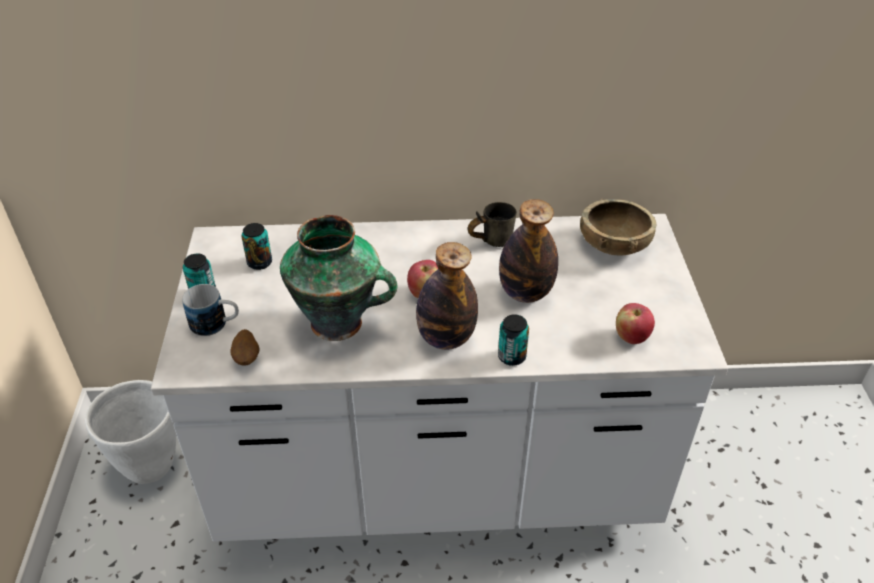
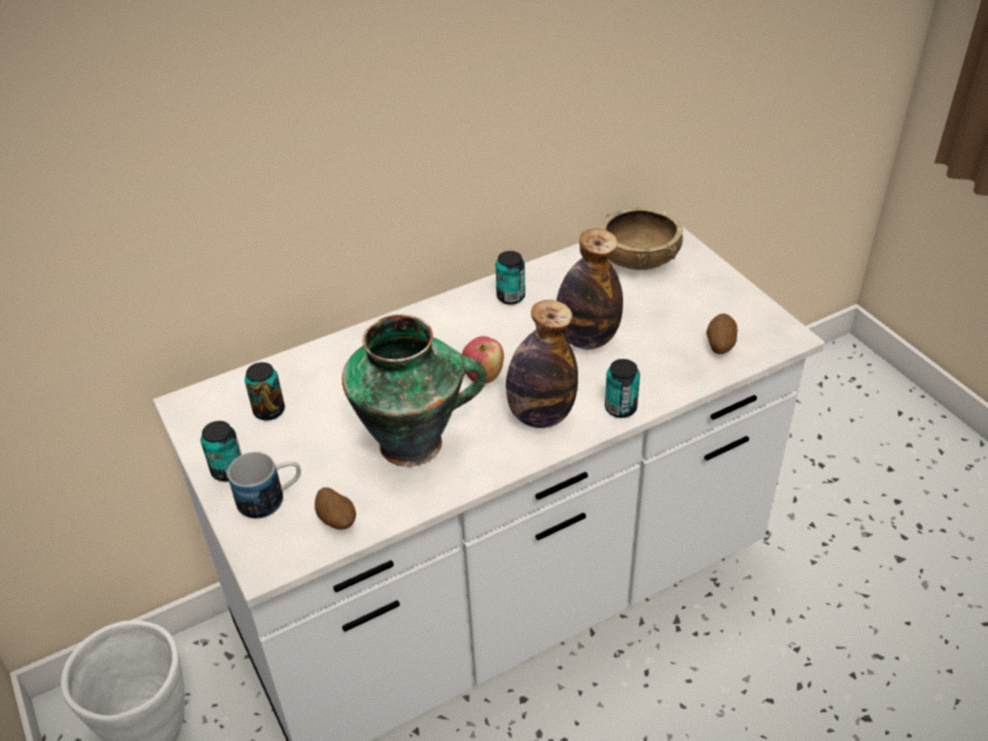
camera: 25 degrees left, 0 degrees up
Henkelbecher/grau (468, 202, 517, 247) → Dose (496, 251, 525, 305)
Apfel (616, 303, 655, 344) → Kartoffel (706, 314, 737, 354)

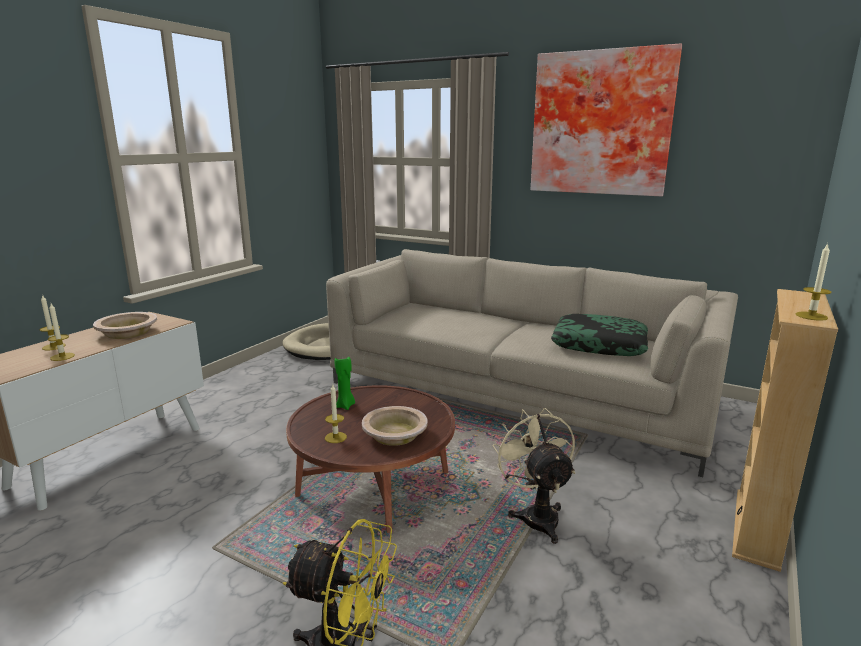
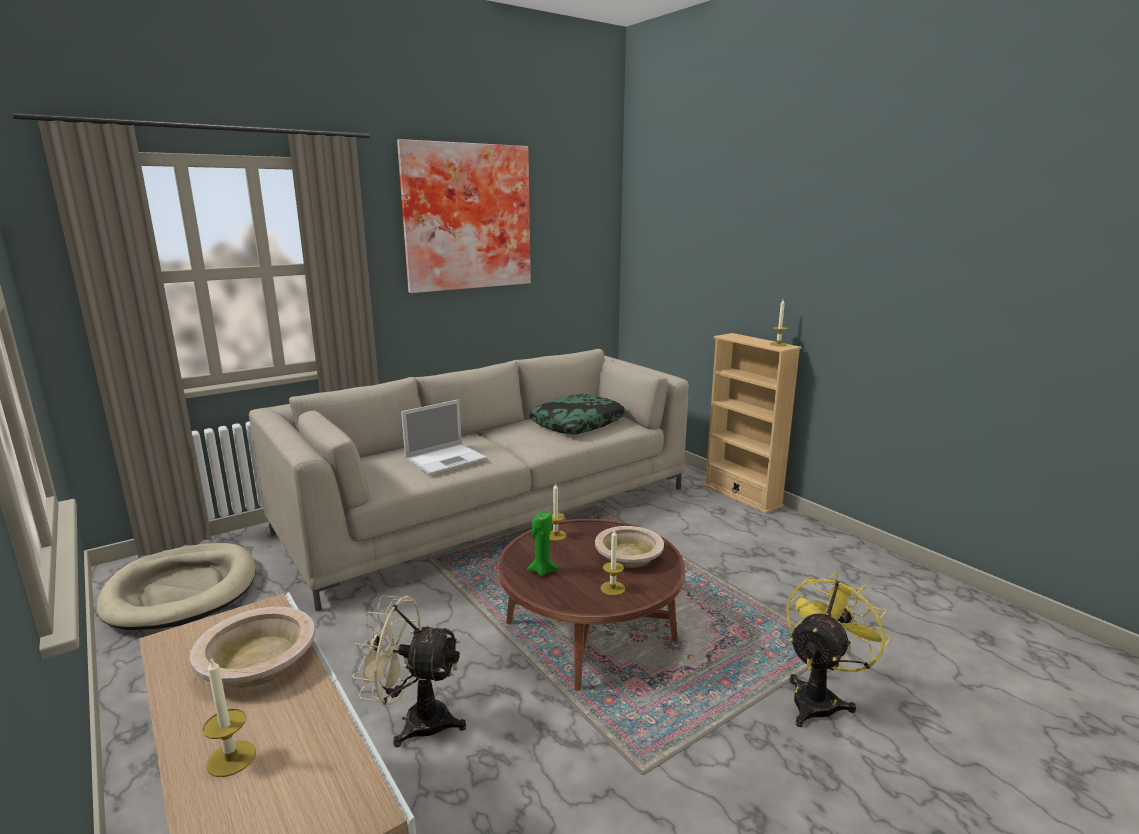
camera: 65 degrees left, 0 degrees up
- → Laptop (401, 399, 487, 475)
Kerze (48, 303, 75, 361) → Kerze (549, 482, 567, 541), move
Ventilator/beige (493, 408, 575, 544) → Ventilator/beige (352, 595, 466, 747), move

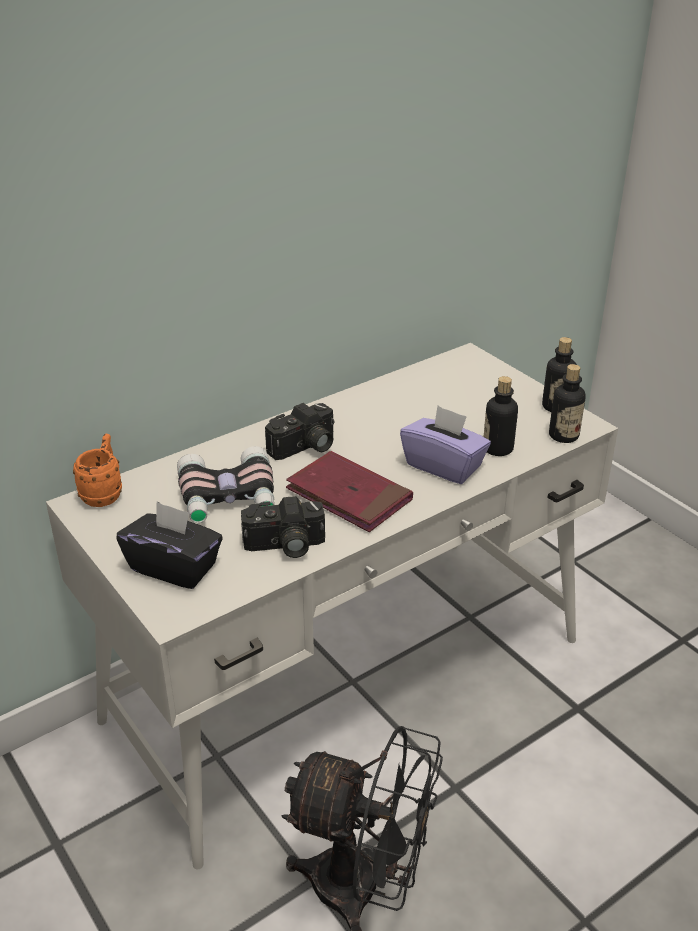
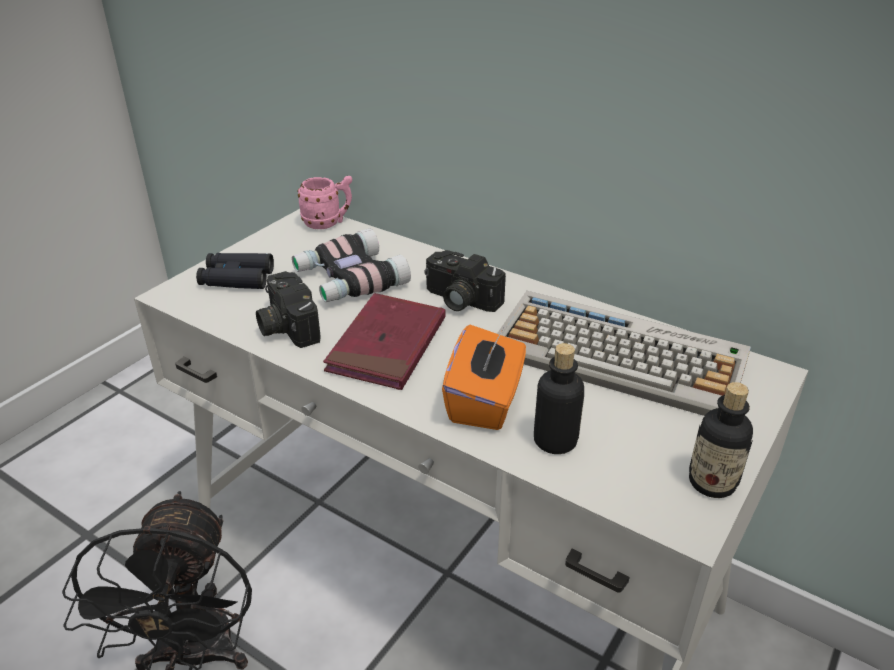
camera: 70 degrees right, 0 degrees up
Flasche (549, 364, 585, 443) → -
- → Tastatur (497, 291, 751, 416)
Taschentuchbox/schwarz (116, 501, 223, 589) → Fernglas/schwarz (196, 253, 274, 289)
Henkelbecher/orange (73, 434, 122, 507) → Henkelbecher/rosa (297, 176, 352, 229)
Taschentuchbox/lila (400, 406, 491, 484) → Taschentuchbox/orange (442, 325, 526, 430)

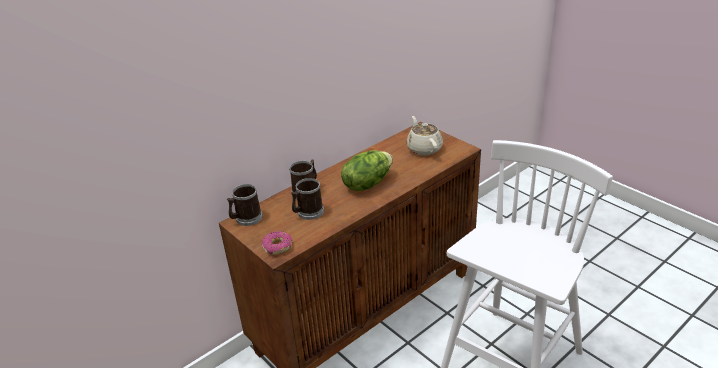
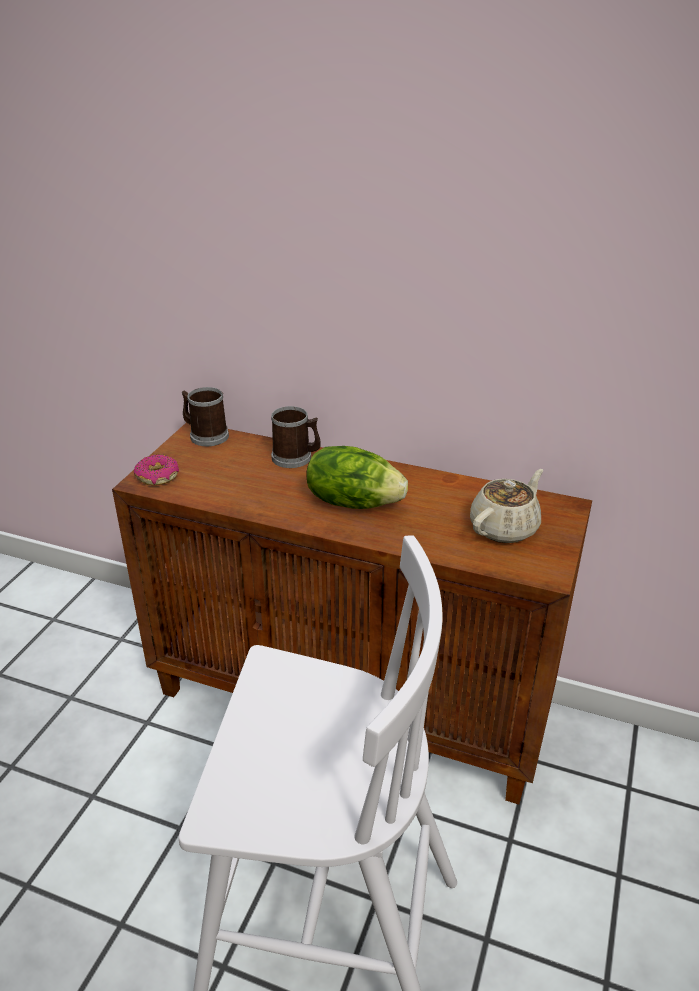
camera: 60 degrees right, 0 degrees up
Henkelbecher (291, 178, 324, 220) → -

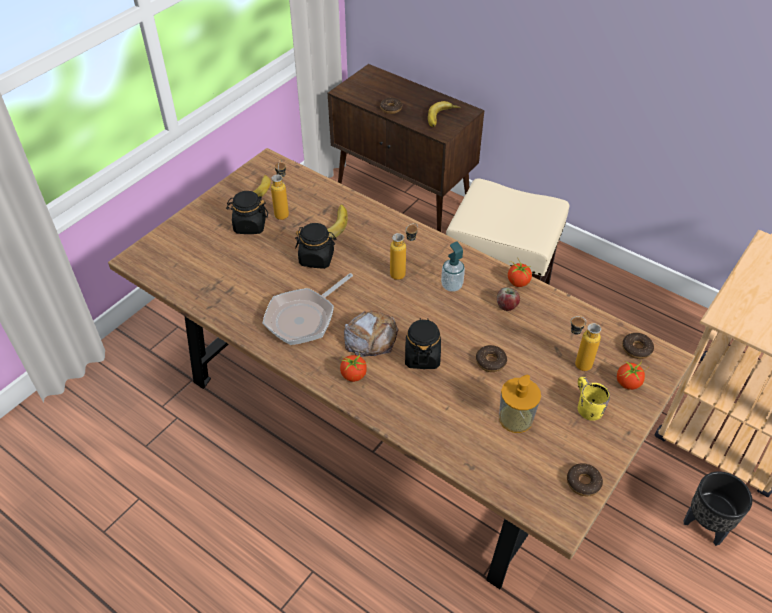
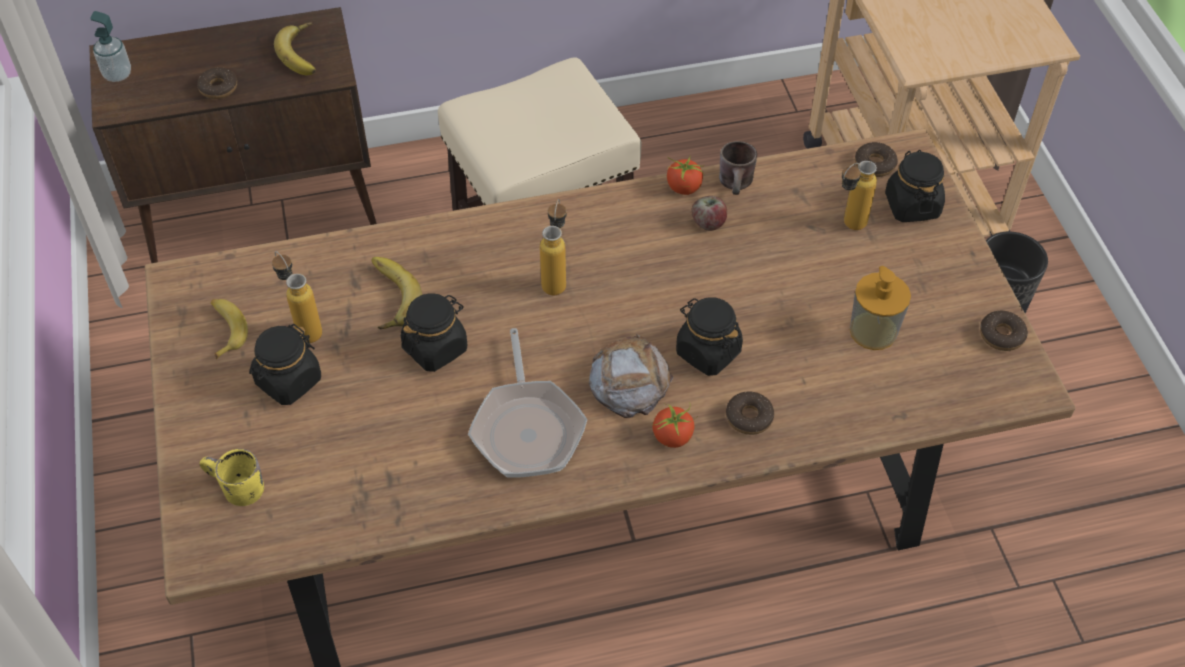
camera: 50 degrees left, 5 degrees up
- → Henkelbecher/braun (719, 141, 757, 195)
Seifenspender (441, 242, 465, 292) → Seifenspender (91, 11, 131, 82), move
Donut (476, 345, 507, 372) → Donut (726, 391, 774, 435), move
Henkelbecher/gelb (578, 377, 610, 421) → Henkelbecher/gelb (199, 449, 264, 506), move
Tomate (617, 359, 645, 390) → Vorratsglas/schwarz (885, 150, 945, 222)

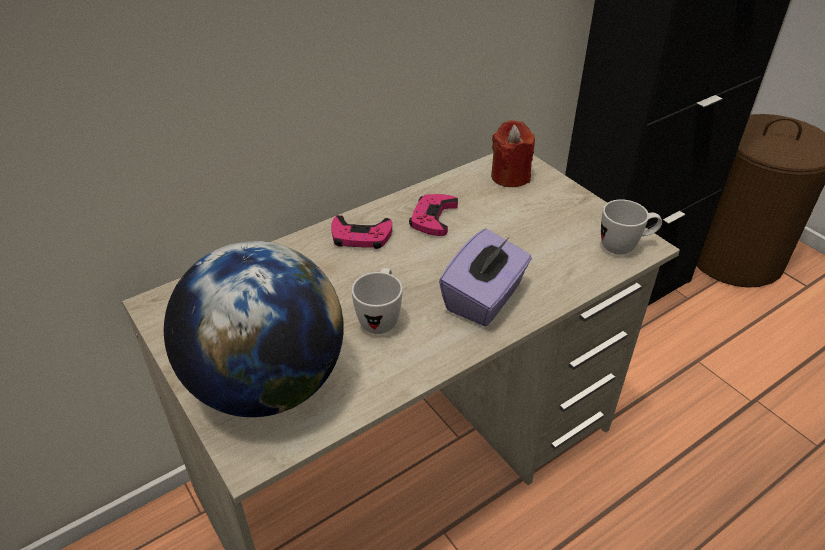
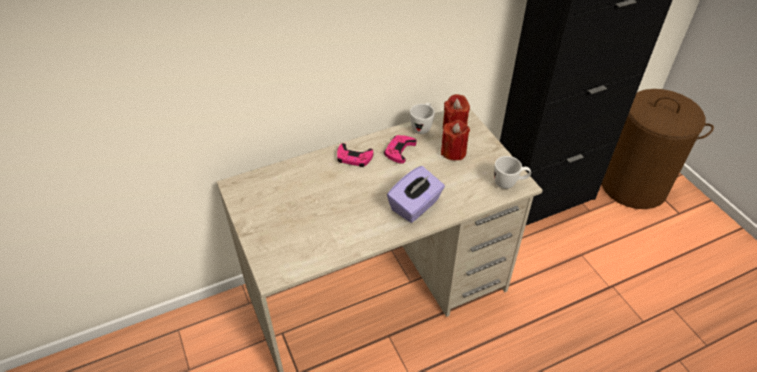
camera: 10 degrees right, 5 degrees up
Globus (164, 241, 344, 417) → -
- → Kerze/rot (441, 120, 470, 161)
Henkelbecher/weiß (351, 268, 403, 334) → Henkelbecher/weiß (410, 103, 435, 134), move

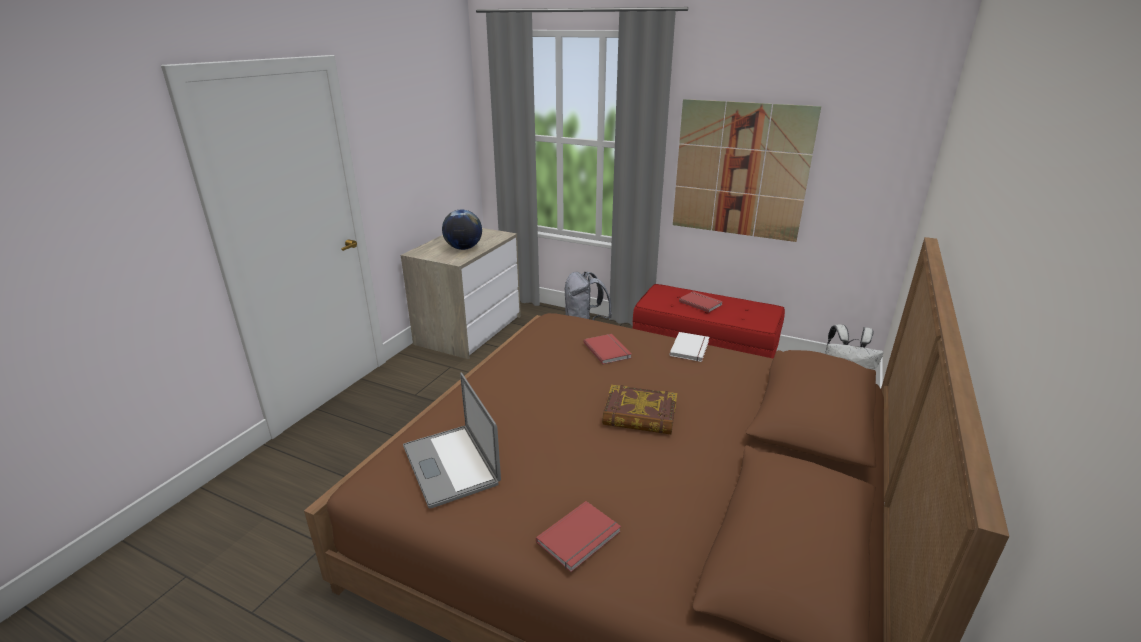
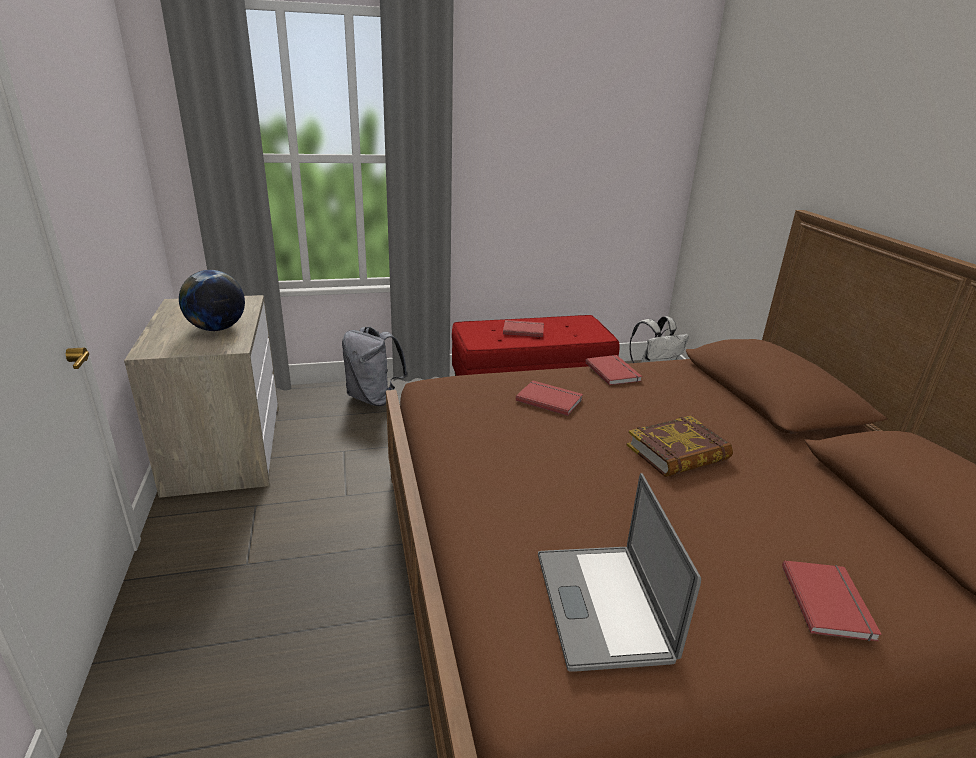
camera: 40 degrees left, 0 degrees up
Bild (673, 99, 821, 242) → -
Buch/weiß (669, 332, 709, 362) → Buch/rot (585, 355, 642, 385)
Laptop (403, 373, 501, 508) → Laptop (538, 473, 701, 672), 60 degrees clockwise

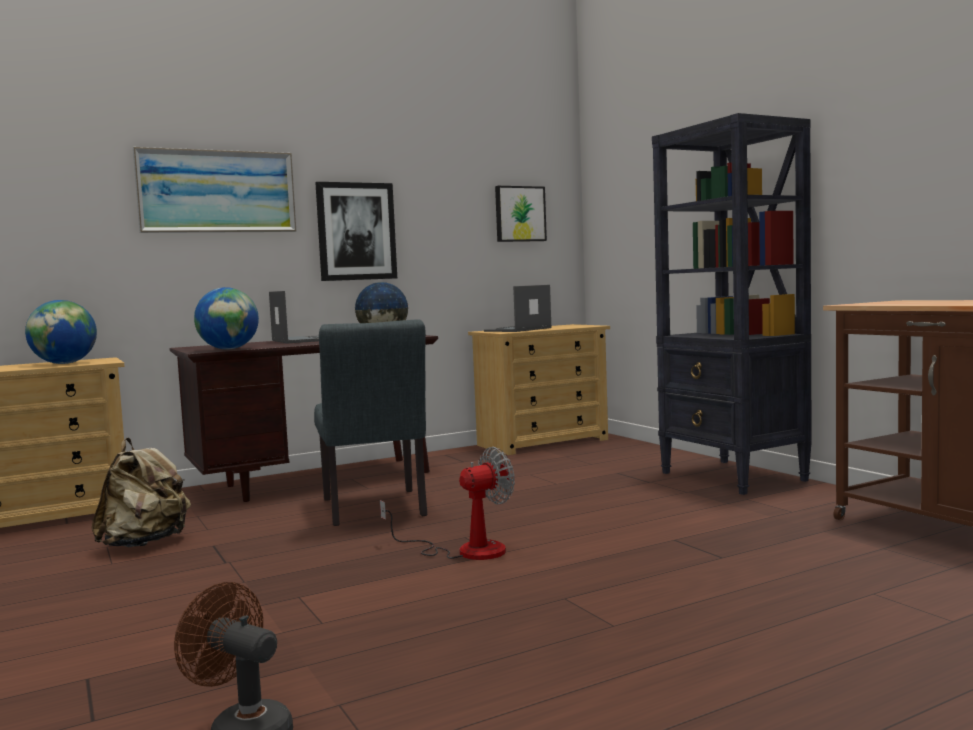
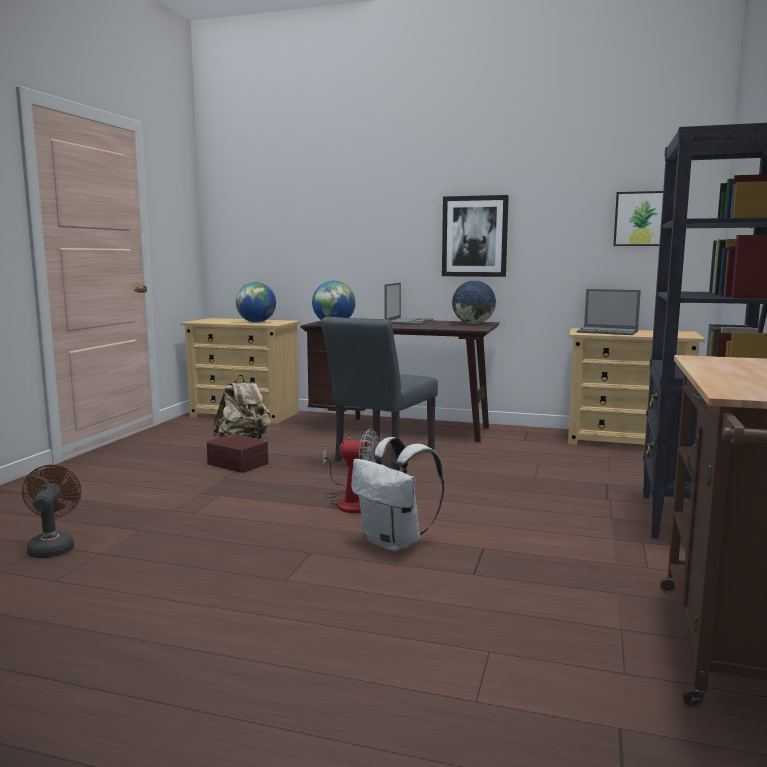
camera: 45 degrees right, 5 degrees up
Bild (133, 147, 297, 233) → -
- → Aufbewahrungsbox/braun (207, 434, 268, 473)
- → Rucksack/weiß (351, 437, 444, 552)
Laptop (484, 285, 552, 332) → Laptop (577, 289, 641, 335), 150 degrees counterclockwise

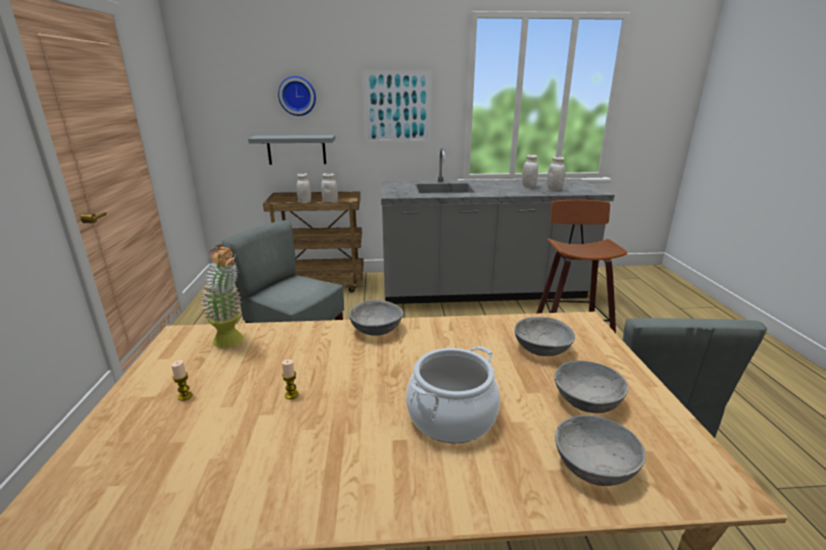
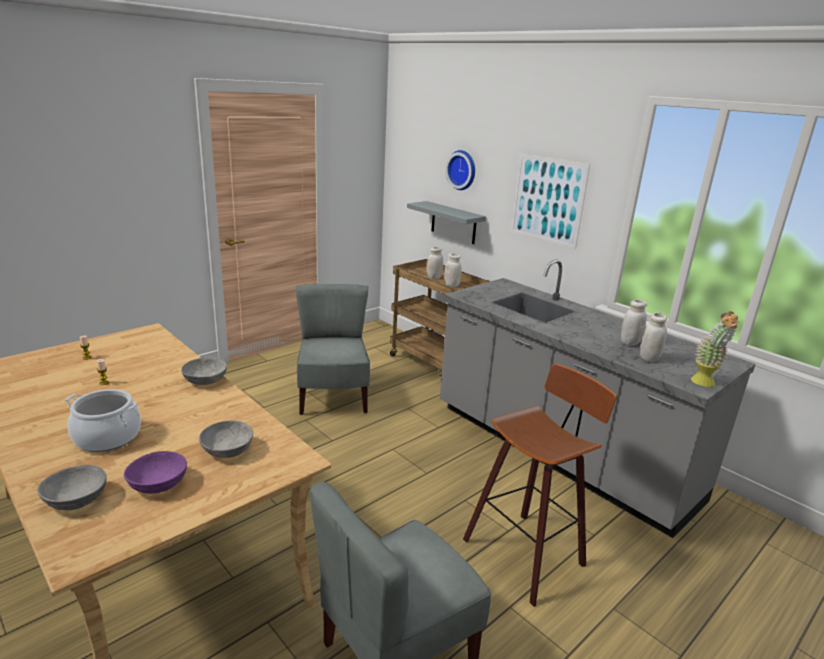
camera: 50 degrees right, 0 degrees up
Topfpflanze (200, 244, 244, 348) → Topfpflanze (691, 311, 740, 387), move
Schüssel/grau (554, 361, 628, 413) → Schüssel/lila (124, 451, 187, 494)

